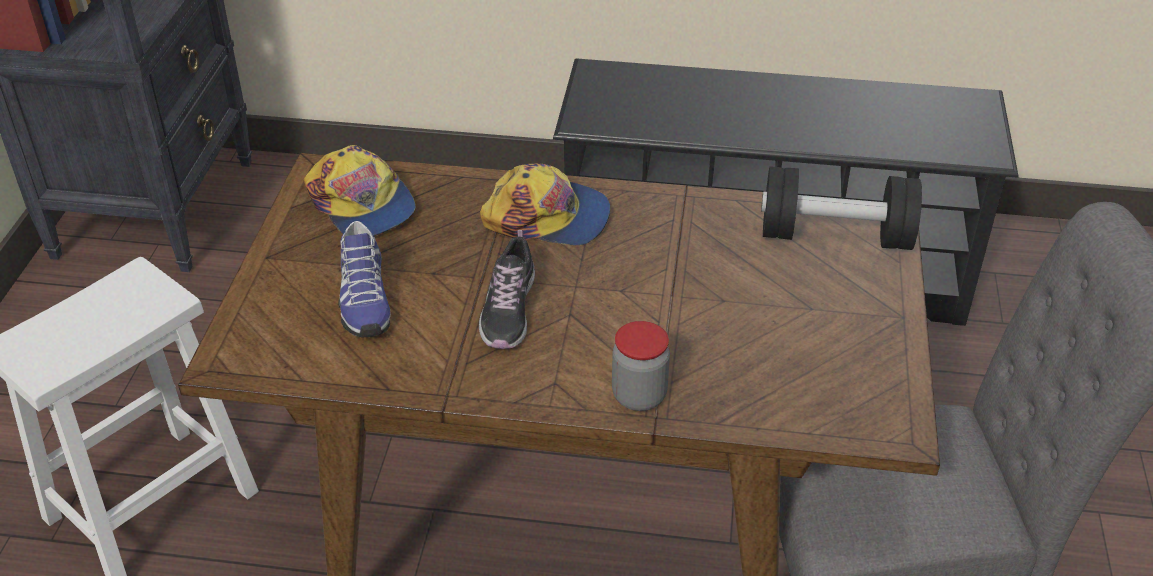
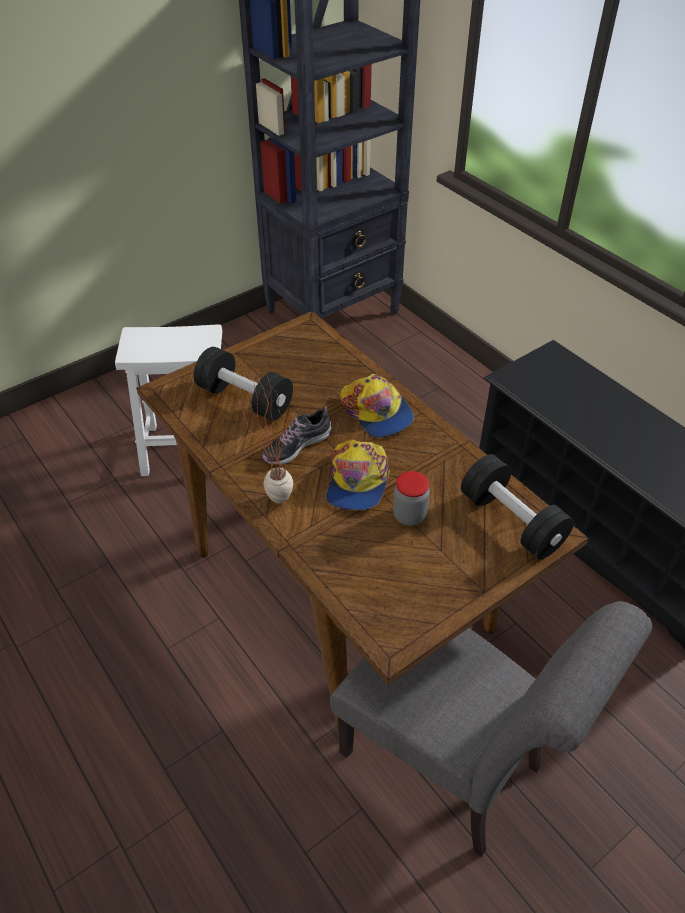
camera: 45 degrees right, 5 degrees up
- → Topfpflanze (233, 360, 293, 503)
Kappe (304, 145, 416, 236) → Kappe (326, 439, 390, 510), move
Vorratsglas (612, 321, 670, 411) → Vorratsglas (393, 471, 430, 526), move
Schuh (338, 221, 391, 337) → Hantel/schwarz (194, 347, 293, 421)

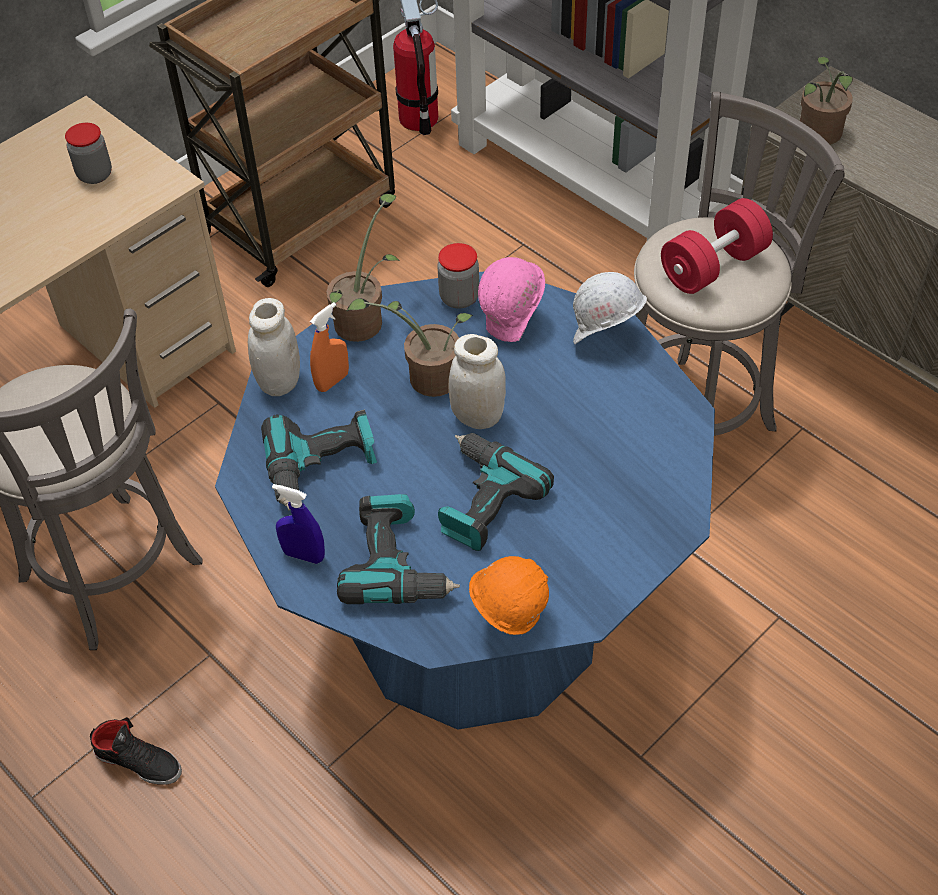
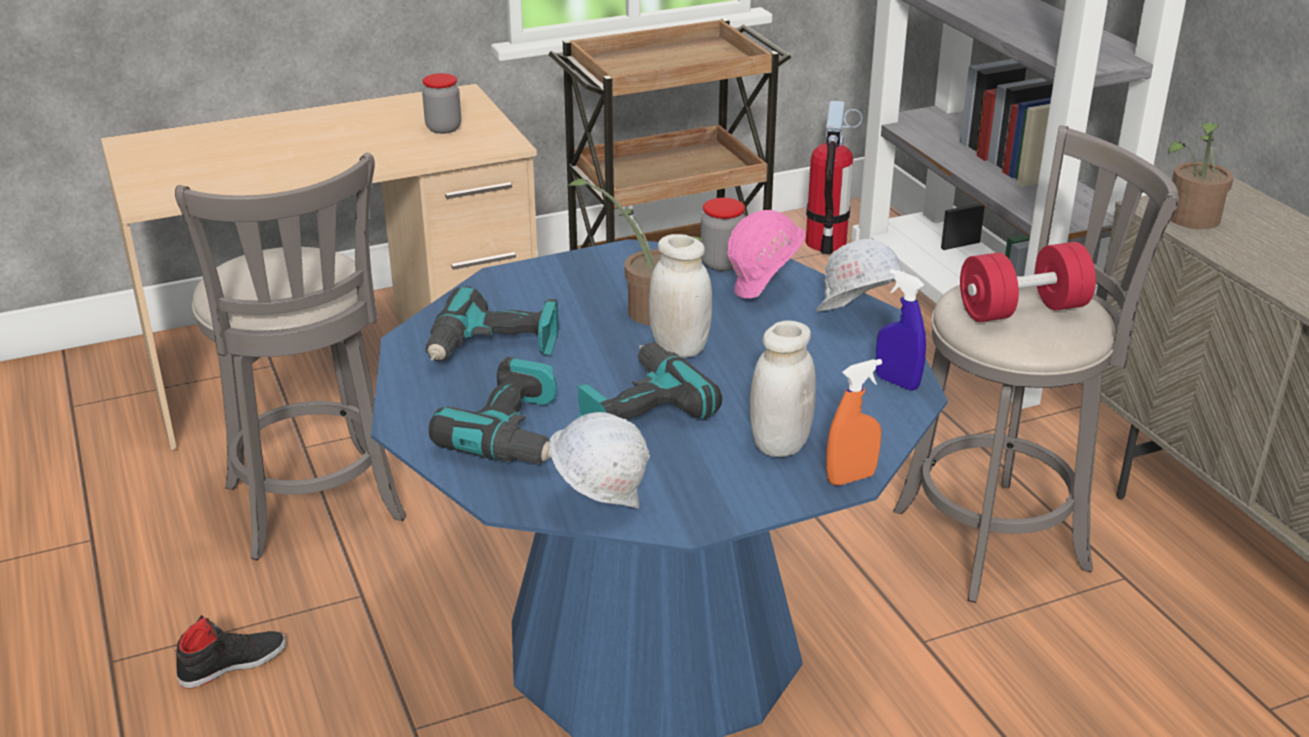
camera: 20 degrees right, 20 degrees down
Topfpflanze (327, 194, 400, 342) → -
Vorratsglas/weiß (248, 298, 300, 396) → Vorratsglas/weiß (750, 321, 816, 457), move
Sprühflasche/blau (272, 484, 325, 564) → Sprühflasche/blau (876, 269, 926, 391), move
Sprühflasche/orange (310, 302, 349, 392) → Sprühflasche/orange (826, 359, 882, 486), move
Schutzhelm/orange (469, 556, 549, 635) → Schutzhelm/weiß (549, 412, 650, 508)
Schuh/schwarz (90, 717, 182, 785) → Schuh/schwarz (175, 615, 286, 689), 75 degrees counterclockwise

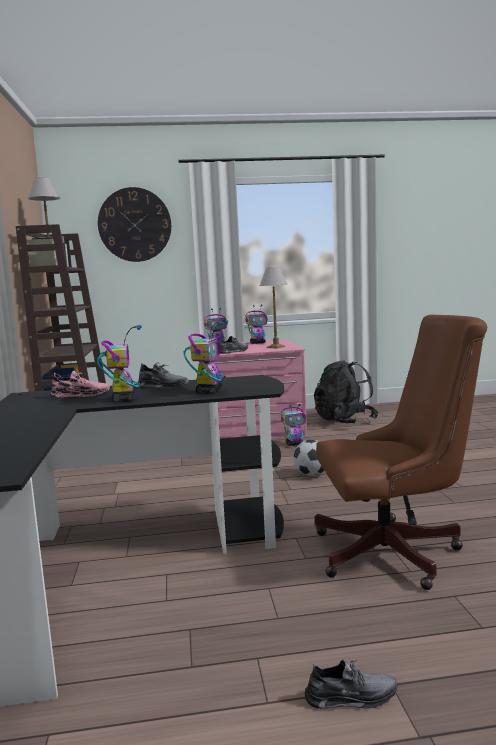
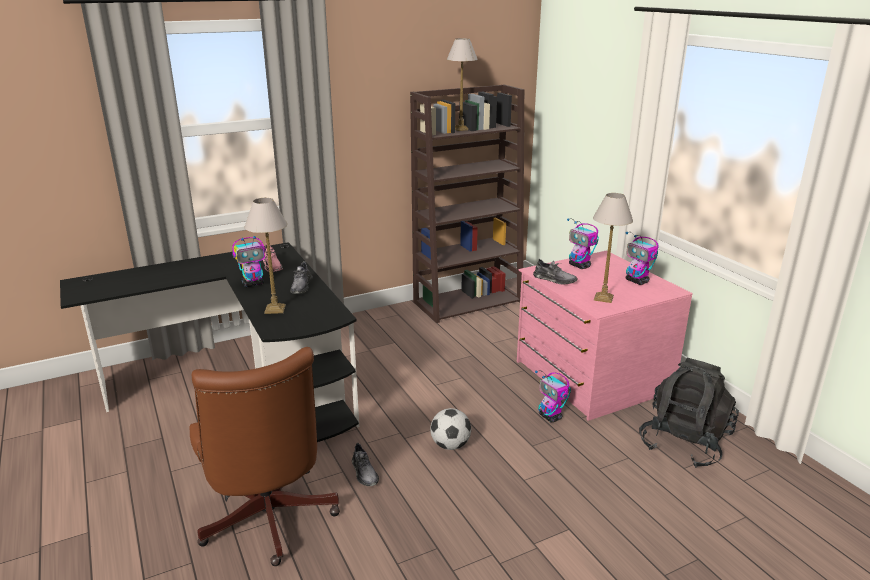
camera: 70 degrees right, 15 degrees up
Wanduhr (98, 187, 171, 262) → -
Schuh/grau (305, 659, 398, 709) → Schuh/grau (352, 443, 379, 486), move
Spielzeugroboter (184, 320, 228, 394) → Tischlampe (245, 198, 287, 314)

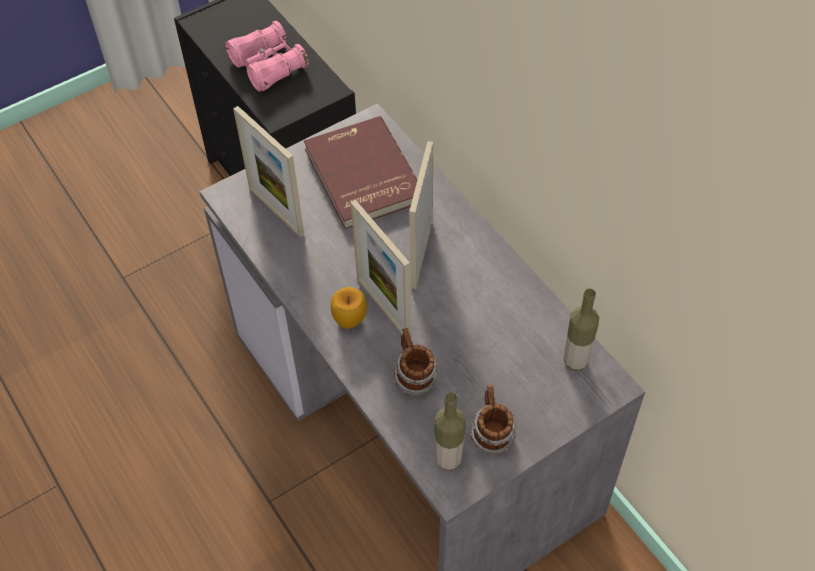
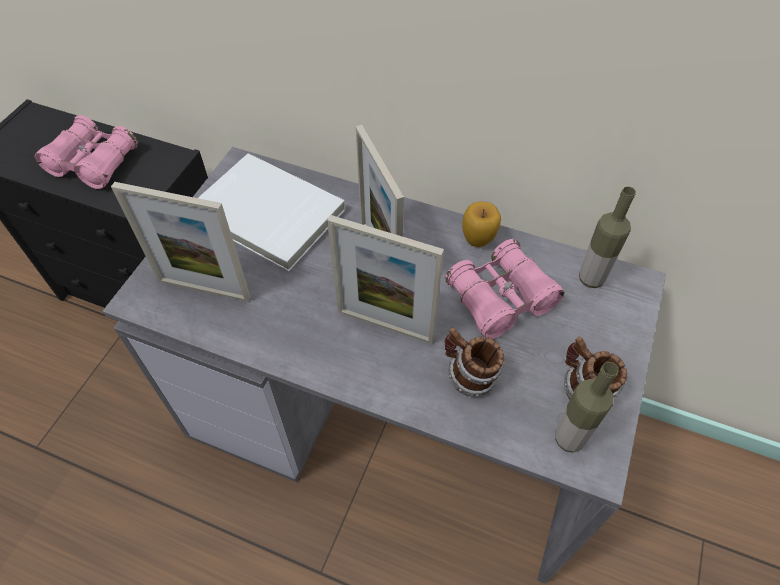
camera: 35 degrees left, 0 degrees up
- → Fernglas/rosa (445, 239, 564, 339)
Apfel (331, 287, 367, 329) → Apfel (462, 202, 501, 247), move
Buch/rot (304, 116, 417, 229) → Buch/weiß (198, 154, 346, 271)

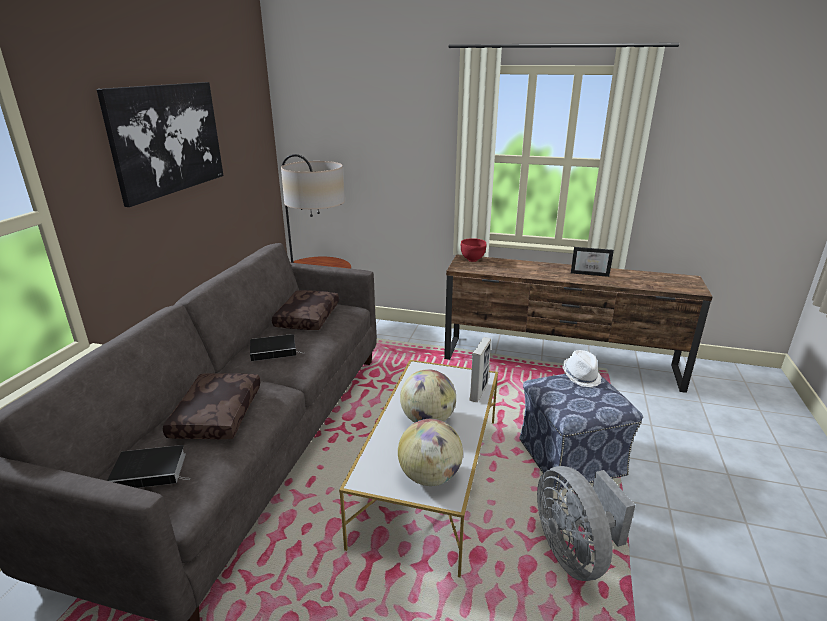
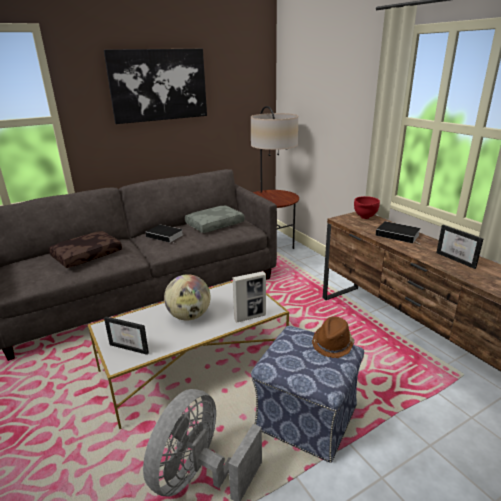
camera: 45 degrees right, 0 degrees up
Buch (107, 445, 190, 488) → Buch (375, 221, 421, 244), move
Globus (398, 419, 463, 486) → Bilderrahmen (104, 317, 149, 355)
Kissen/braun (272, 290, 339, 330) → Kissen/grau (185, 206, 245, 233)
Hut/weiß (562, 350, 602, 387) → Hut/braun (312, 316, 355, 358)

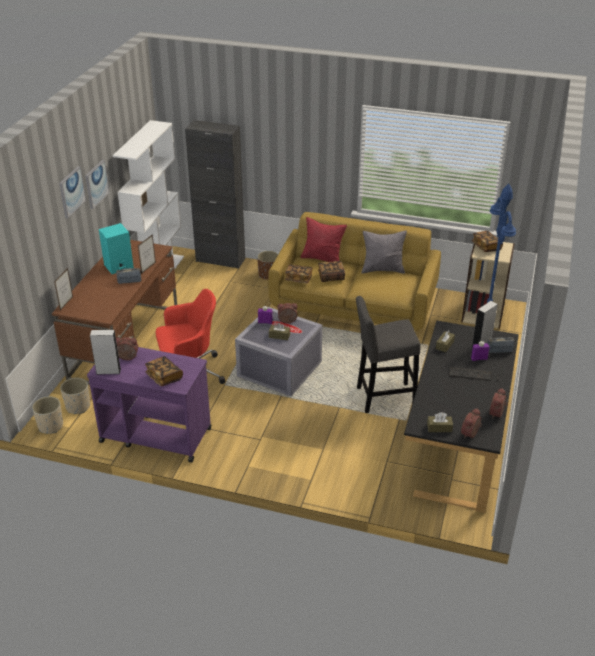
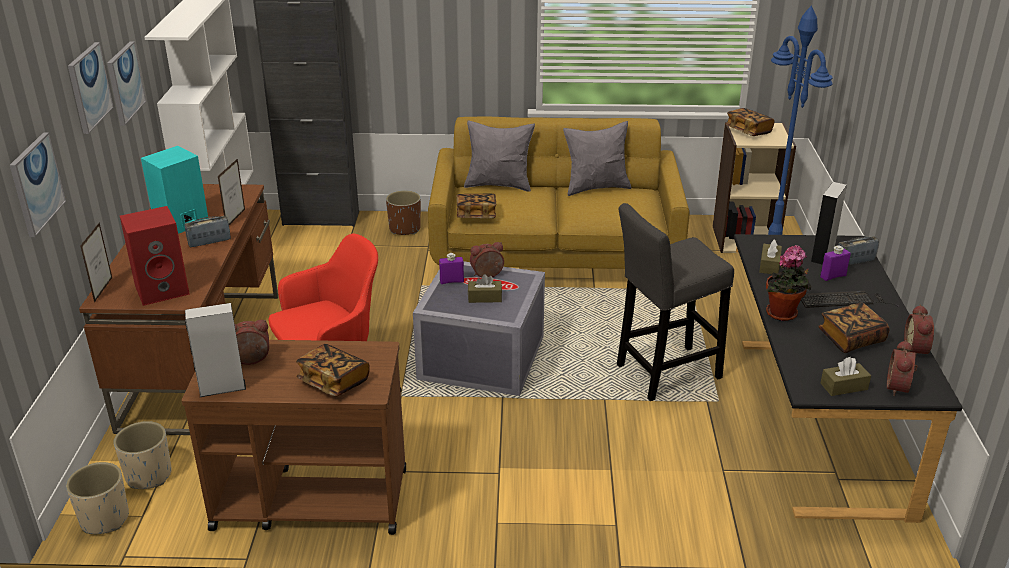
camera: 15 degrees left, 5 degrees down
- → Bild (10, 133, 66, 237)
- → Lautsprecher/rot (120, 206, 190, 306)
- → Topfpflanze (766, 245, 811, 321)
Buch (318, 261, 345, 282) → Buch (819, 302, 890, 353), move
Rollwagen/lila (87, 347, 212, 462) → Rollwagen/braun (181, 340, 406, 535)
Kissen/rot (300, 217, 347, 262) → Kissen/grau (464, 121, 535, 192)

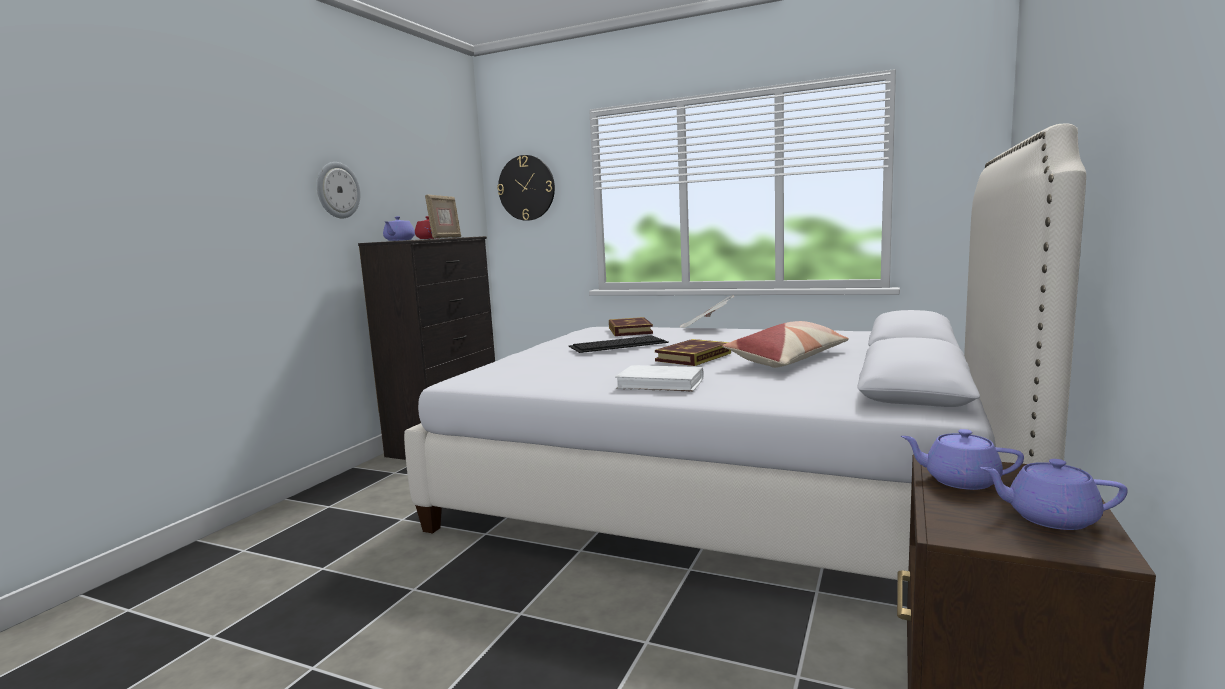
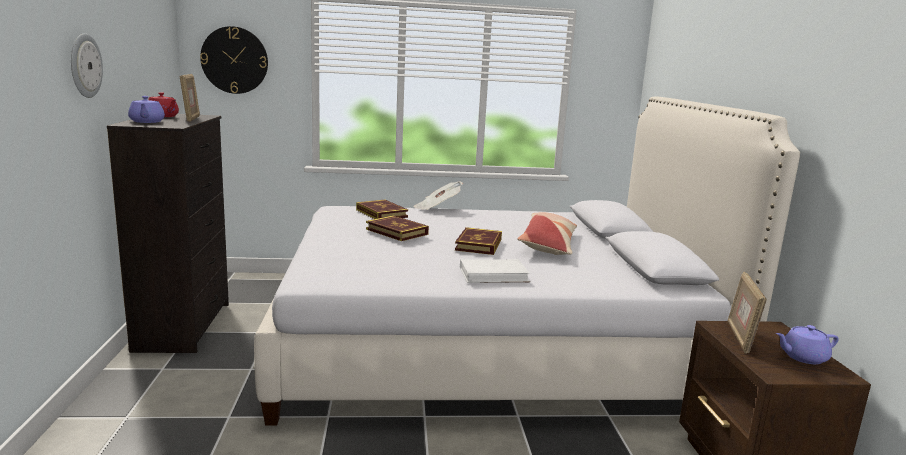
camera: 30 degrees left, 5 degrees up
Tastatur (569, 335, 669, 353) → Buch (366, 216, 429, 241)
Teekanne/lila (901, 429, 1024, 490) → Bilderrahmen (728, 272, 767, 354)

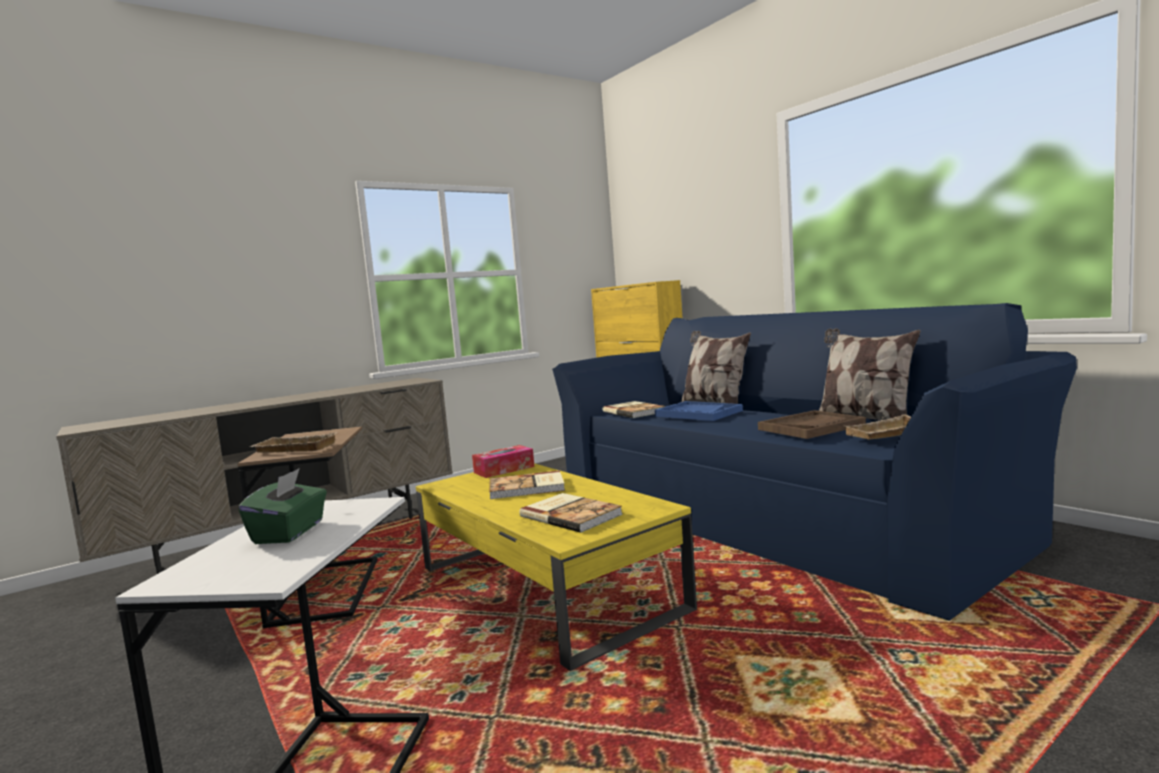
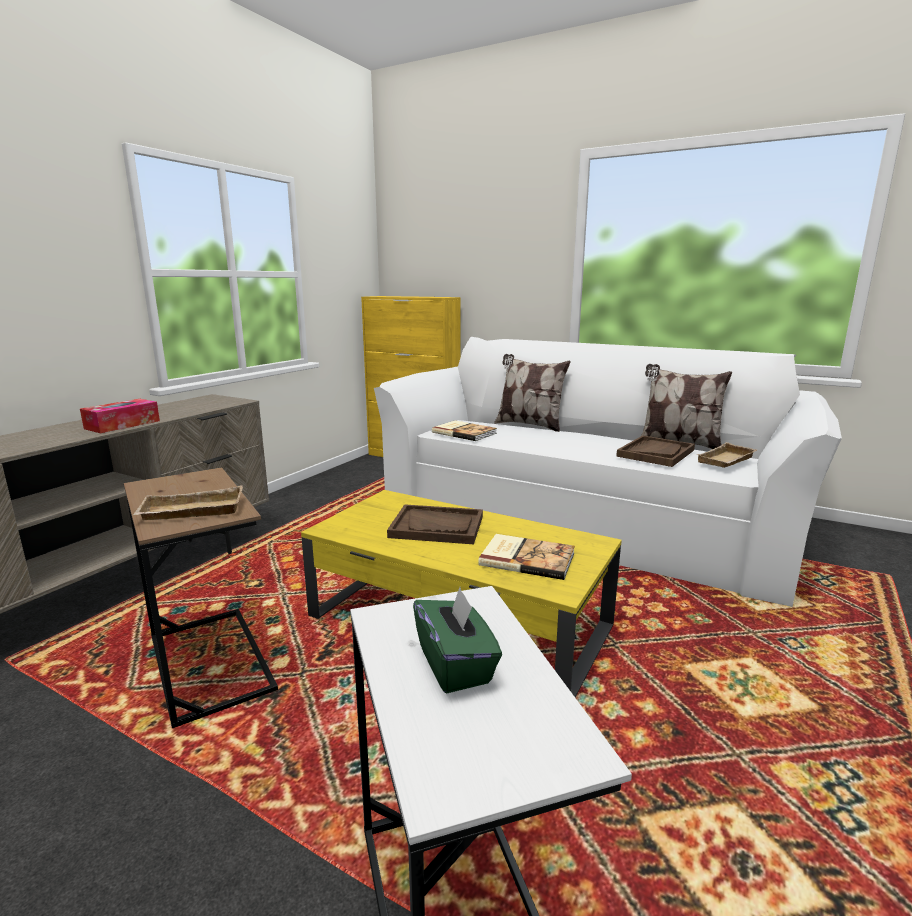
camera: 25 degrees left, 10 degrees up
Tablett/blau (655, 401, 743, 421) → -
Taschentuchbox (472, 445, 534, 478) → Taschentuchbox (80, 399, 160, 433), move
Buch (489, 470, 565, 499) → Tablett/braun (387, 504, 483, 544)
Sofa/blau (552, 303, 1077, 621) → Sofa/weiß (374, 337, 842, 607)

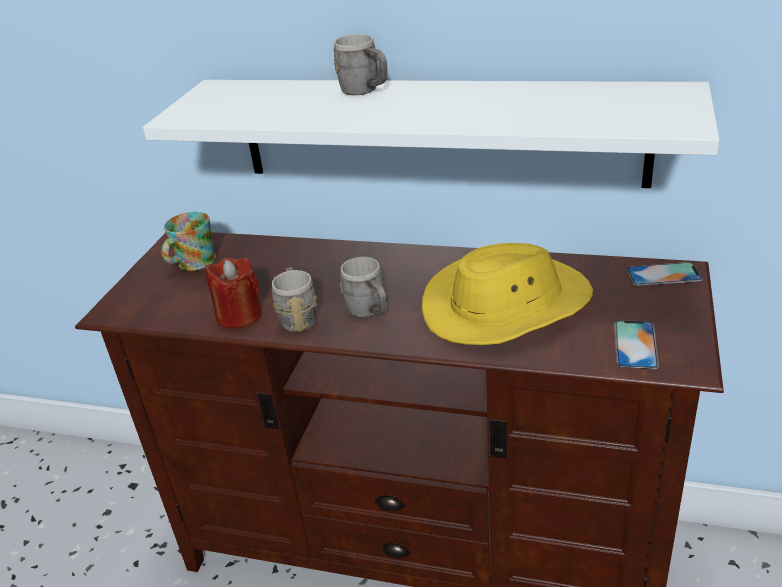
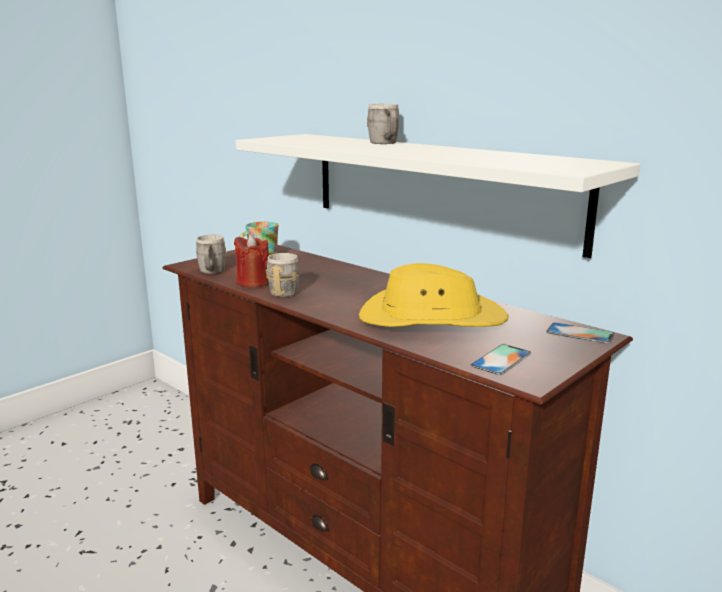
camera: 25 degrees right, 15 degrees down
Henkelbecher/grau (340, 257, 387, 318) → Henkelbecher/grau (196, 235, 227, 274), move

